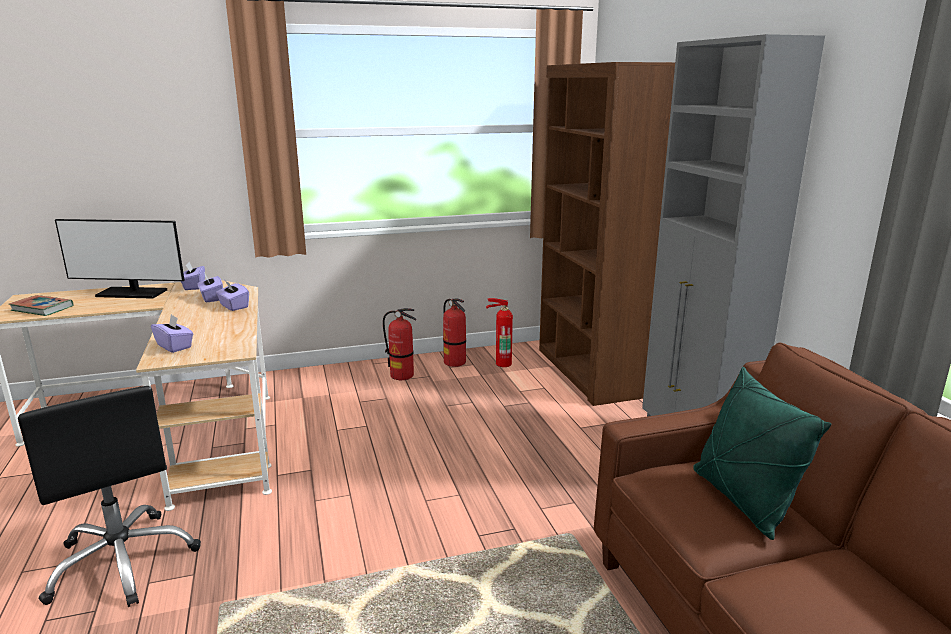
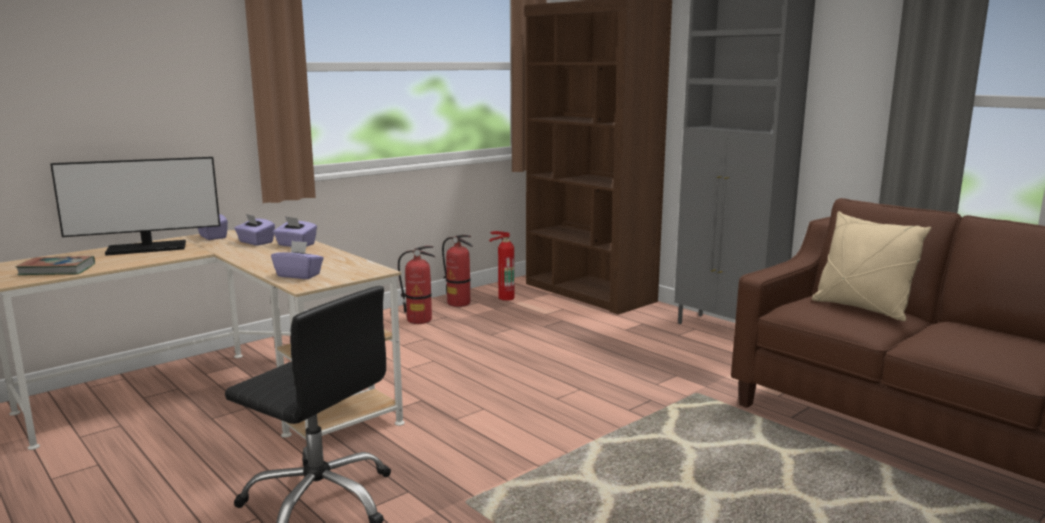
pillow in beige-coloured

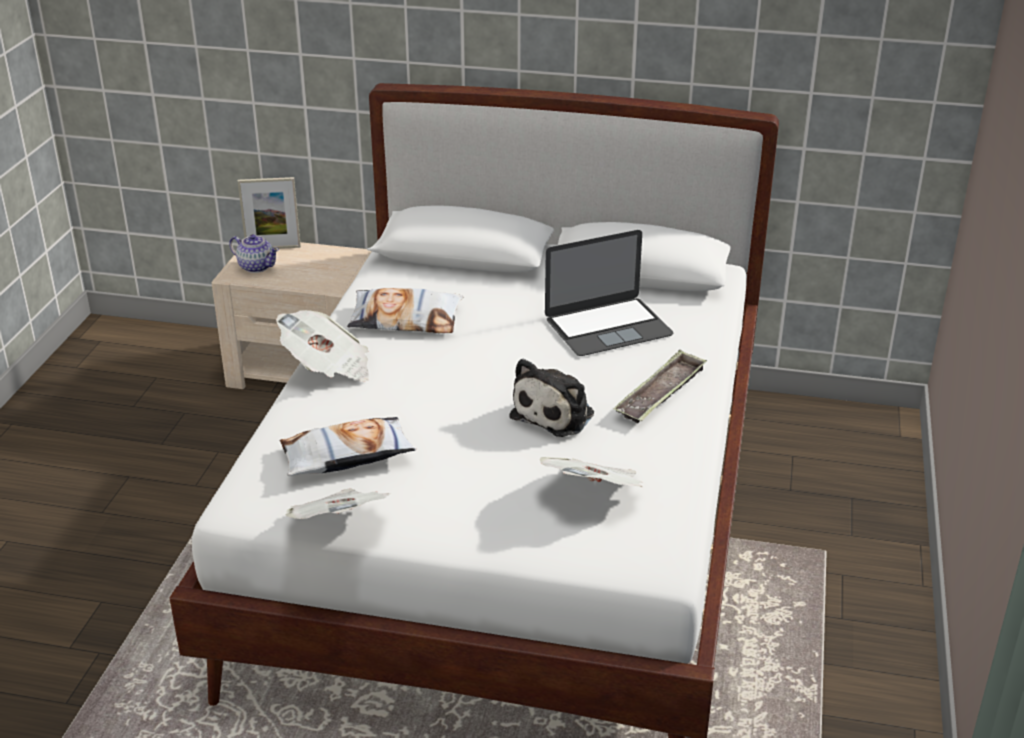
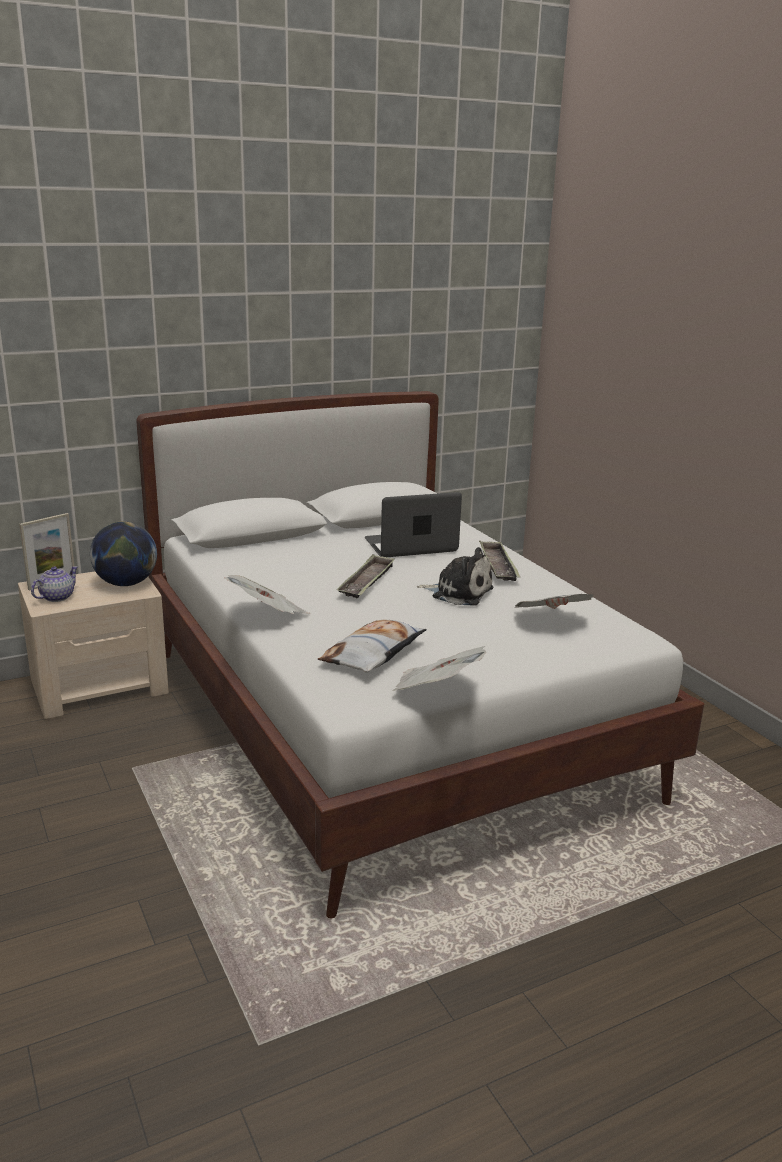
pot for tea; desk globe; serving tray (no. 1 from left); portable computer; plush toy; pillow (no. 2 from left in the first image)

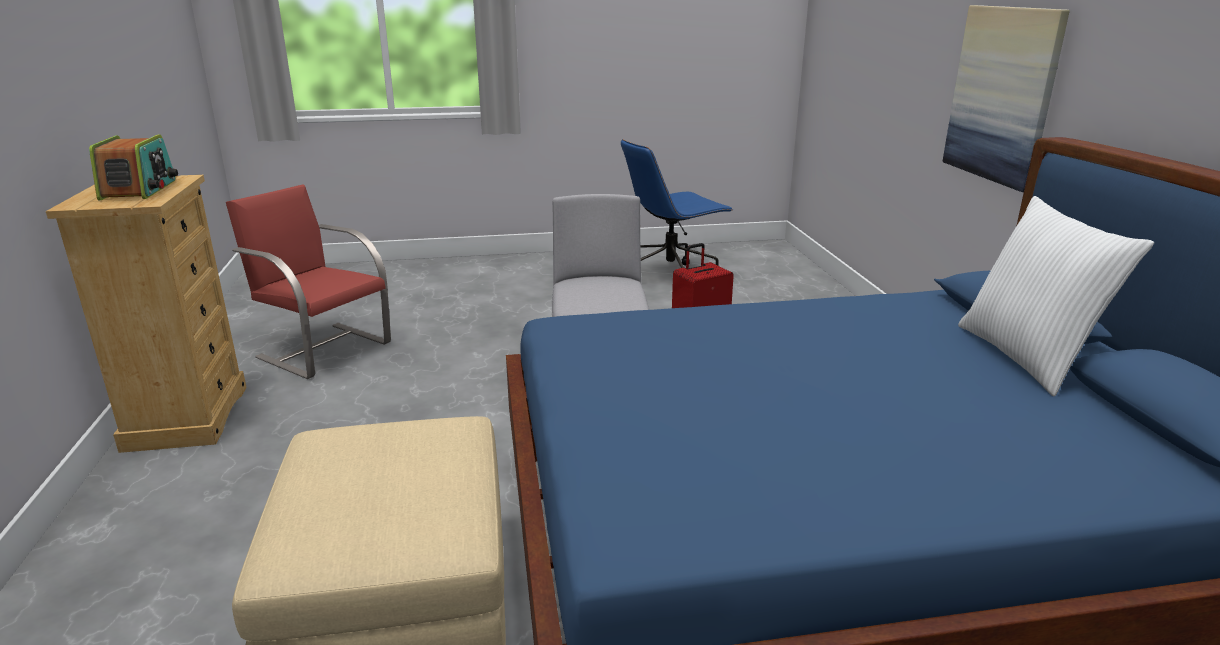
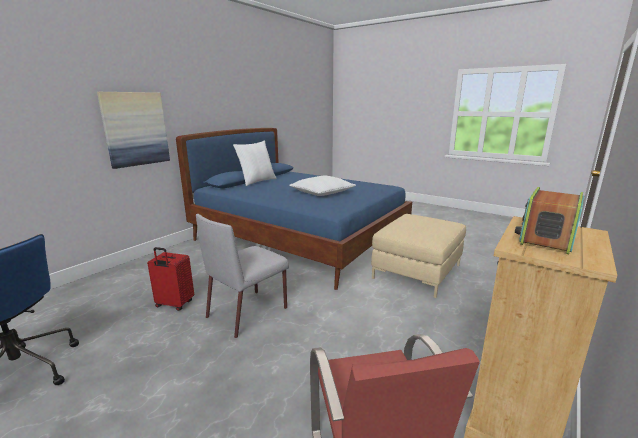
pillow in whitish (no. 2 from left)

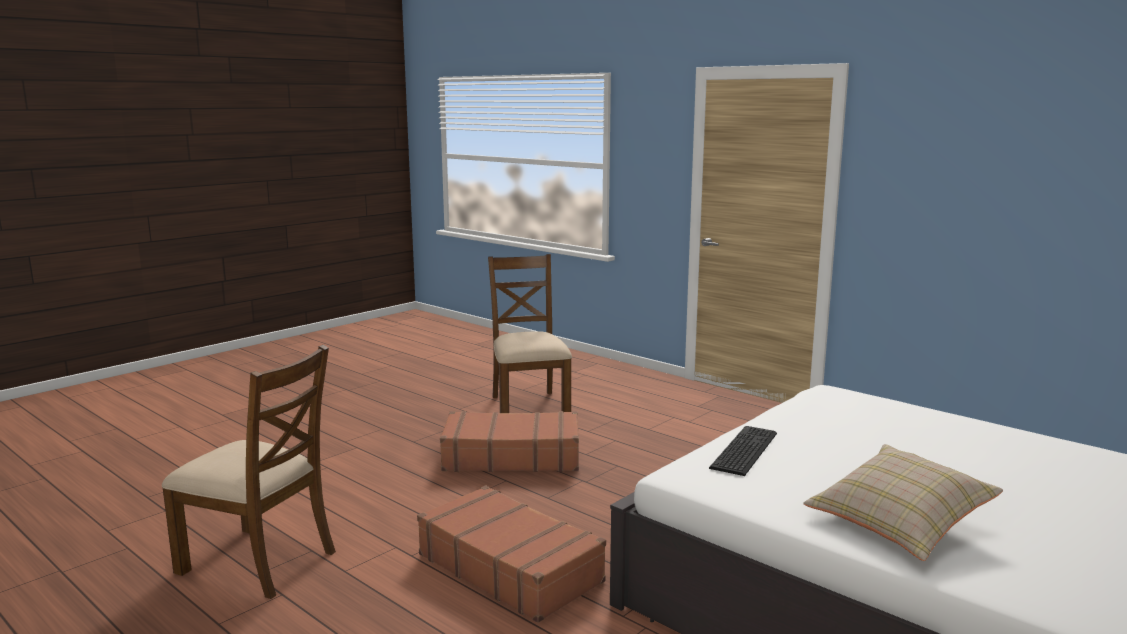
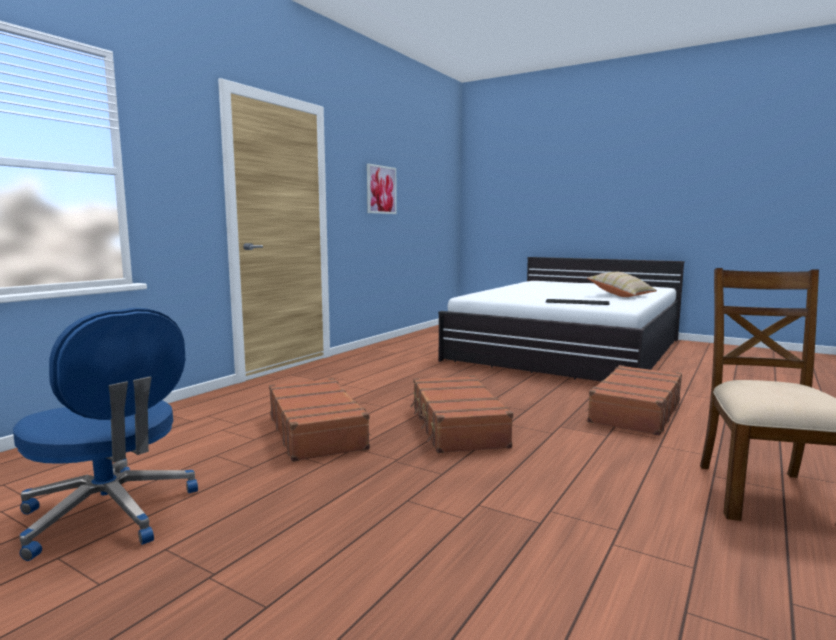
computer chair in bluish; suitcase in brownish (no. 1 from left); wall art

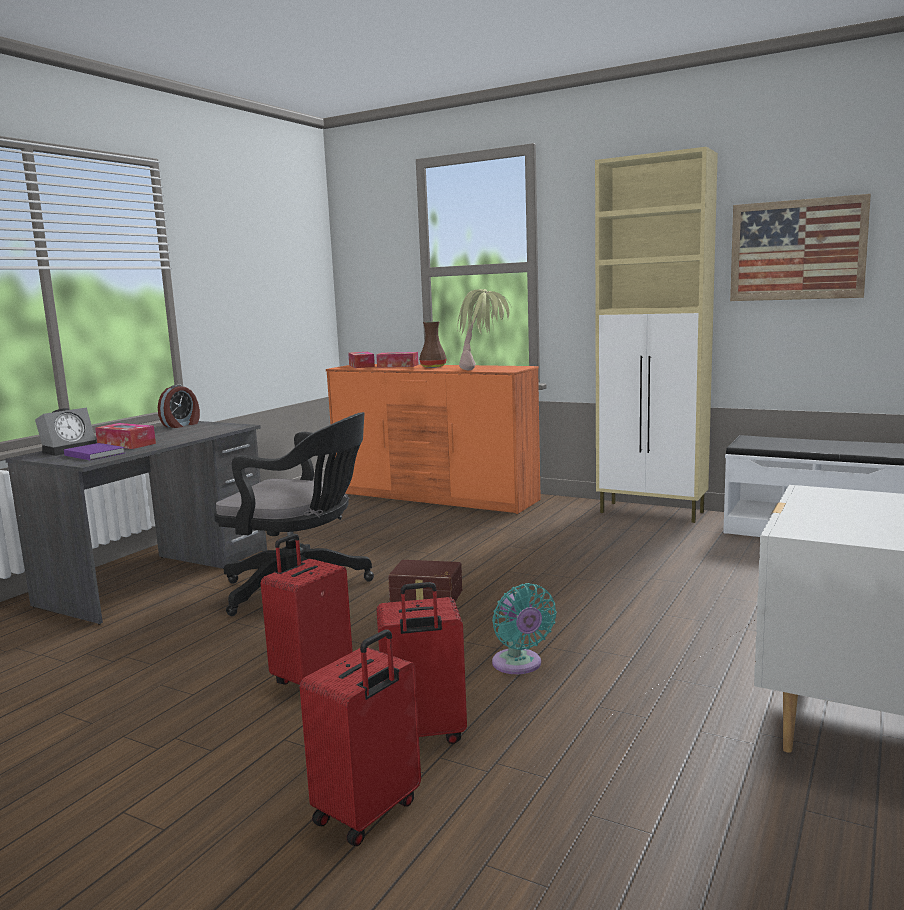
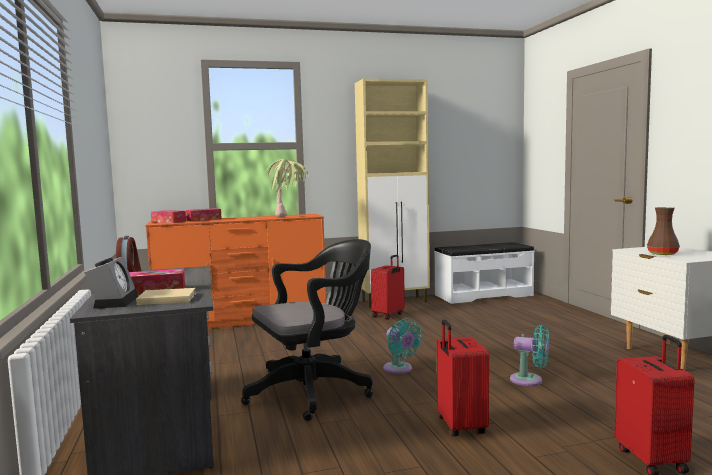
bound book in beige-coloured; suitcase in red (no. 1 from left); fan in turquoise (no. 1 from left); decorative vase in brownish; wall art

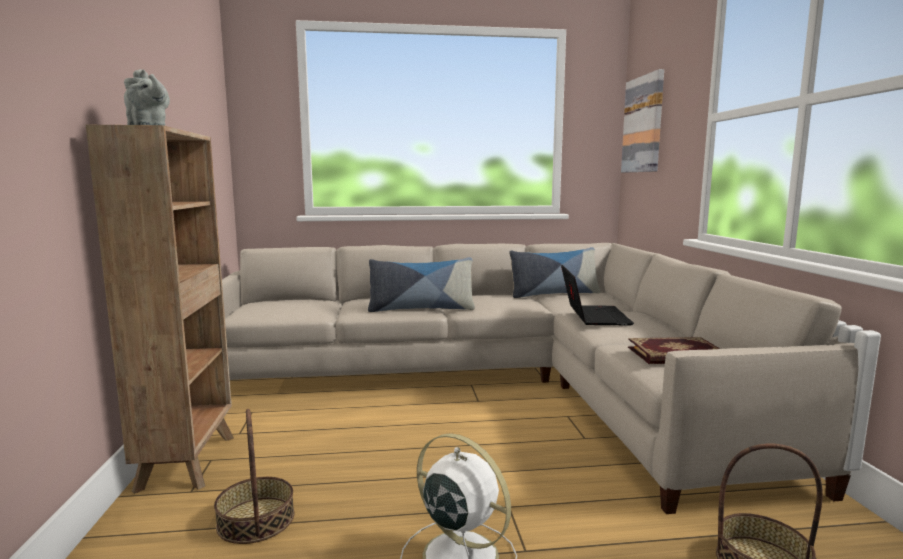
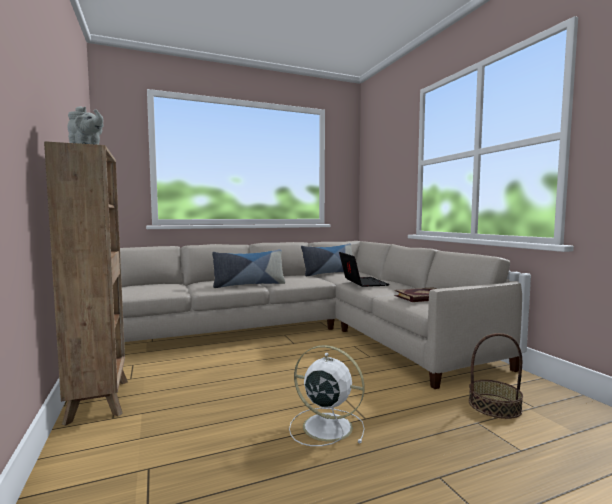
basket (no. 1 from left in the first image); wall art

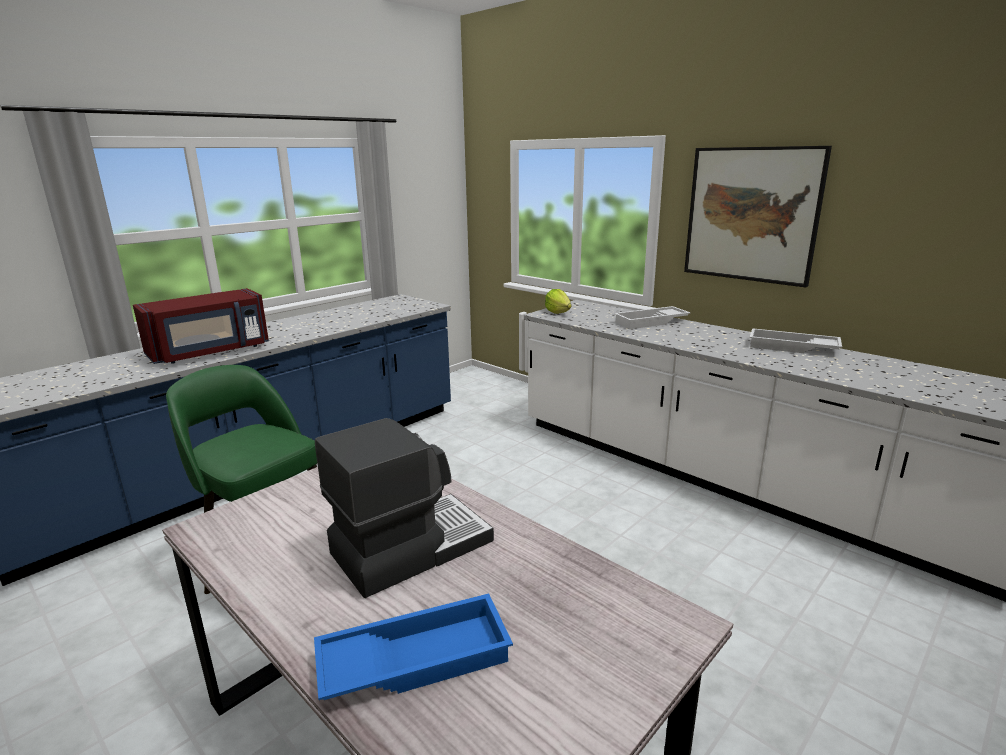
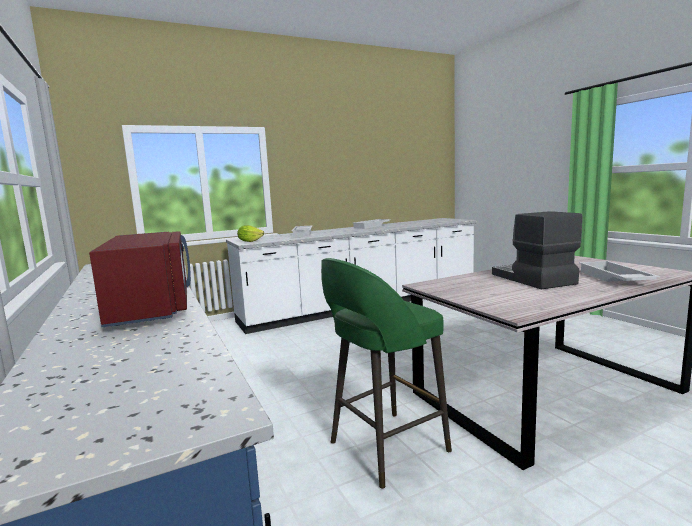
serving tray in whitish (no. 3 from left); wall art

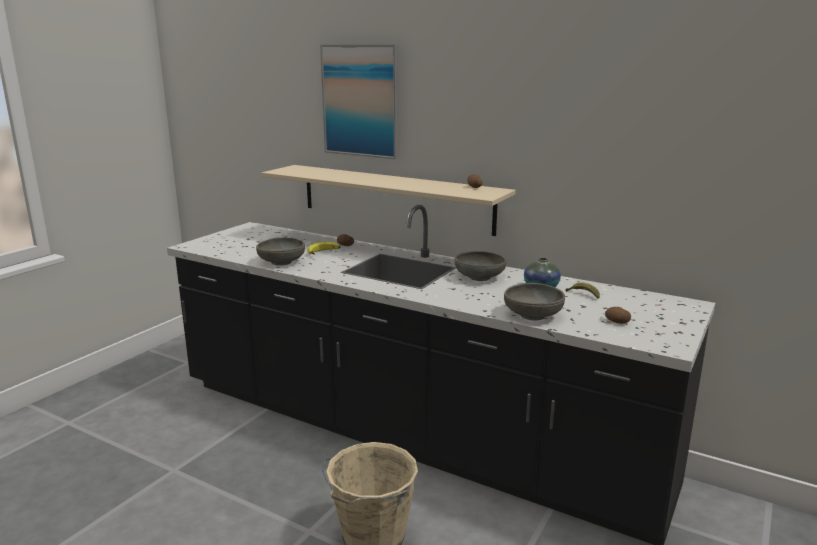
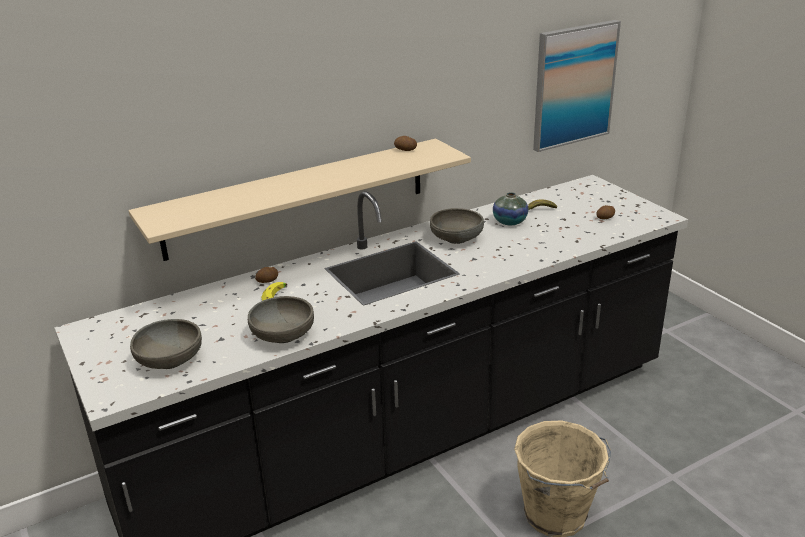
serving bowl in gray (no. 1 from left); wall art

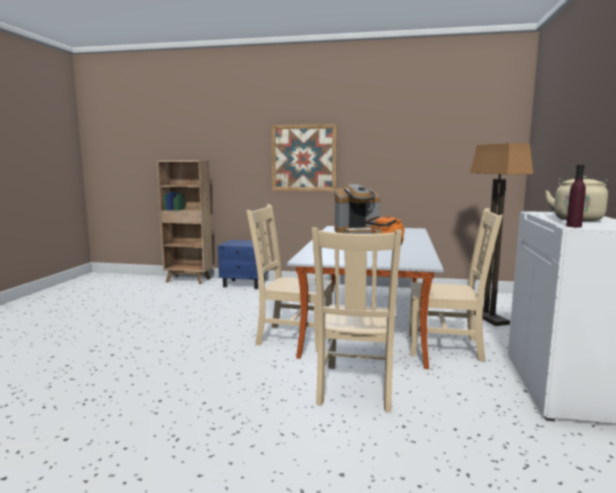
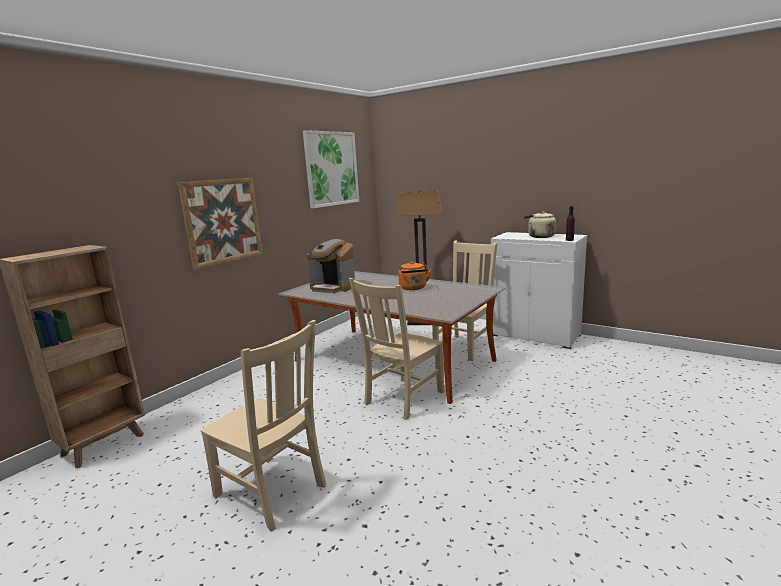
upright chair in beige-coloured (no. 1 from left); wall art (no. 2 from left); coffee maker; bedside table in bluish

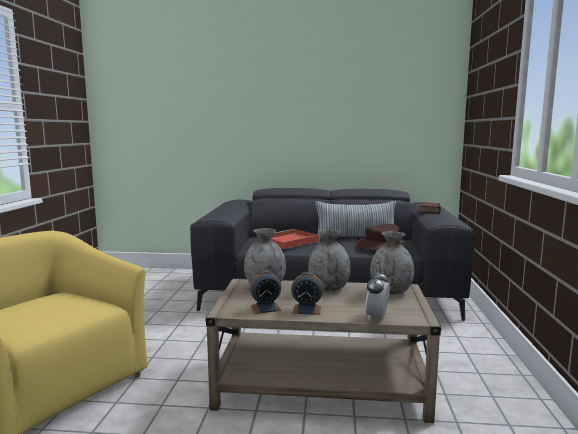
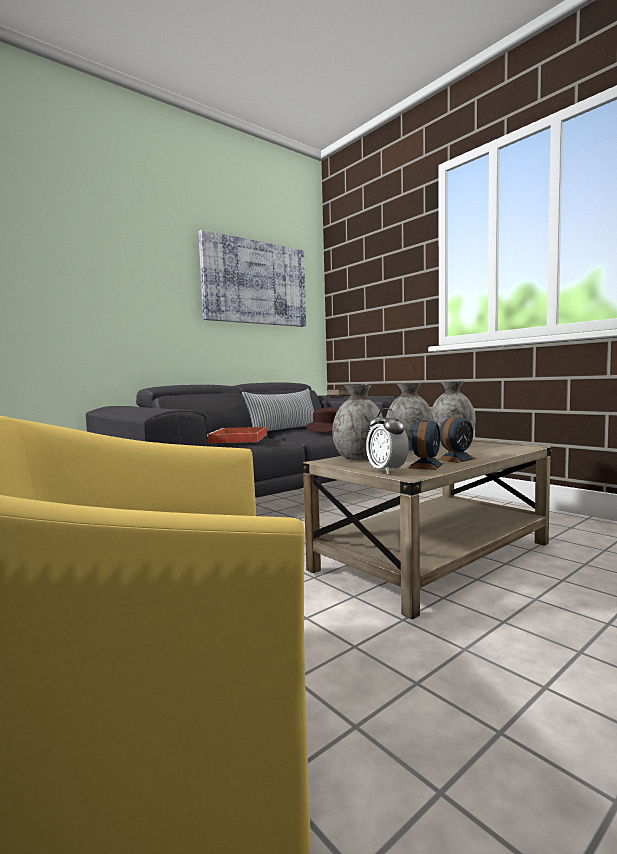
wall art; bedside clock (no. 1 from left)

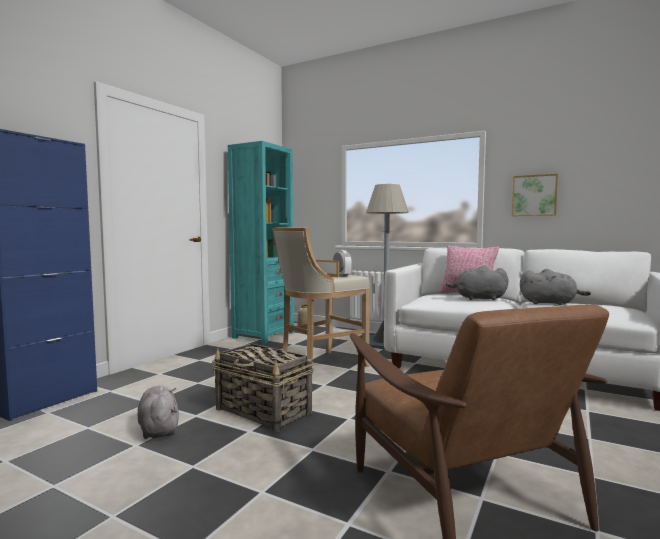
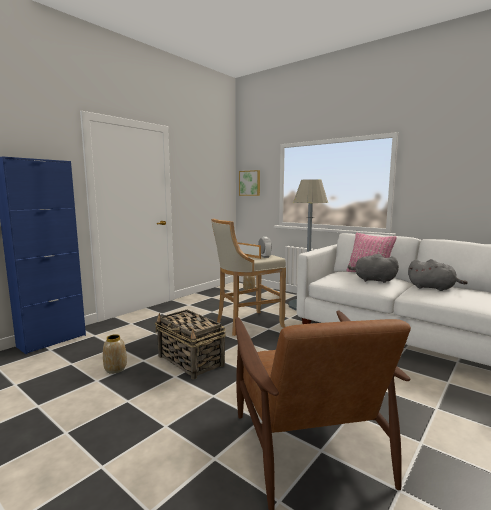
decorative vase (no. 1 from left); wall art; bookcase in turquoise

